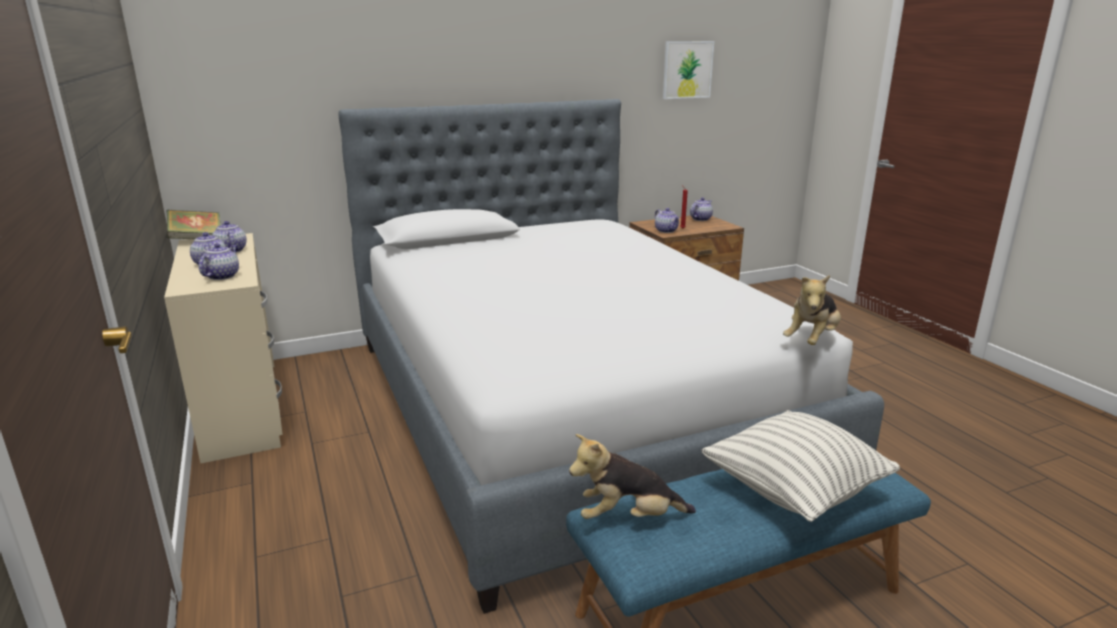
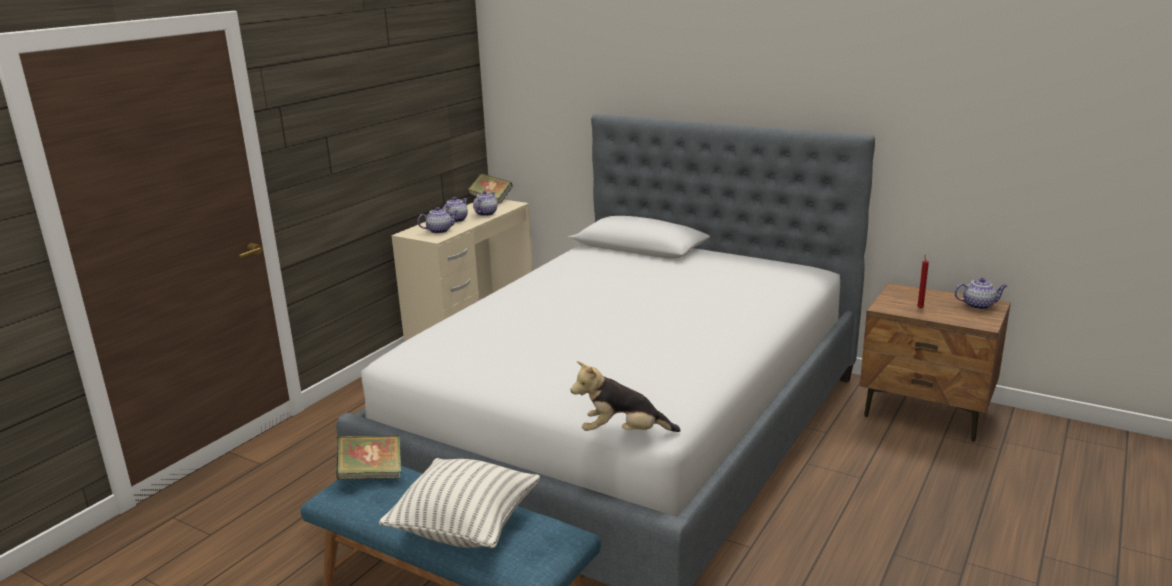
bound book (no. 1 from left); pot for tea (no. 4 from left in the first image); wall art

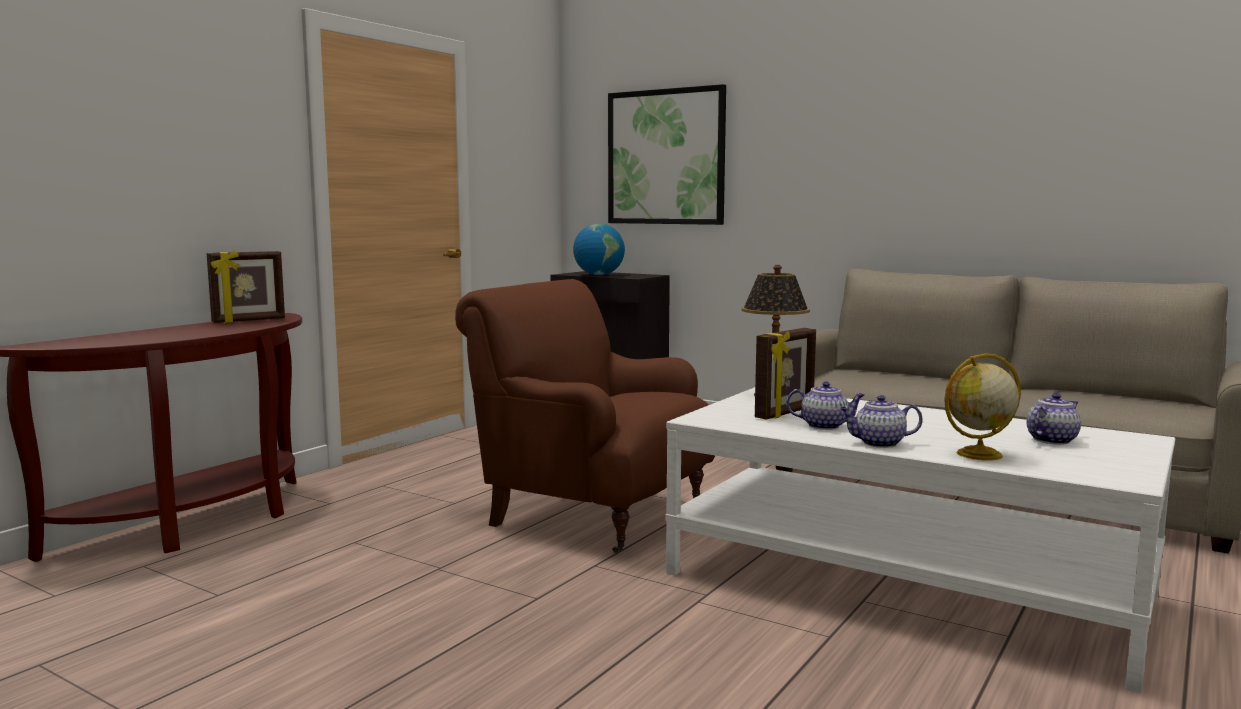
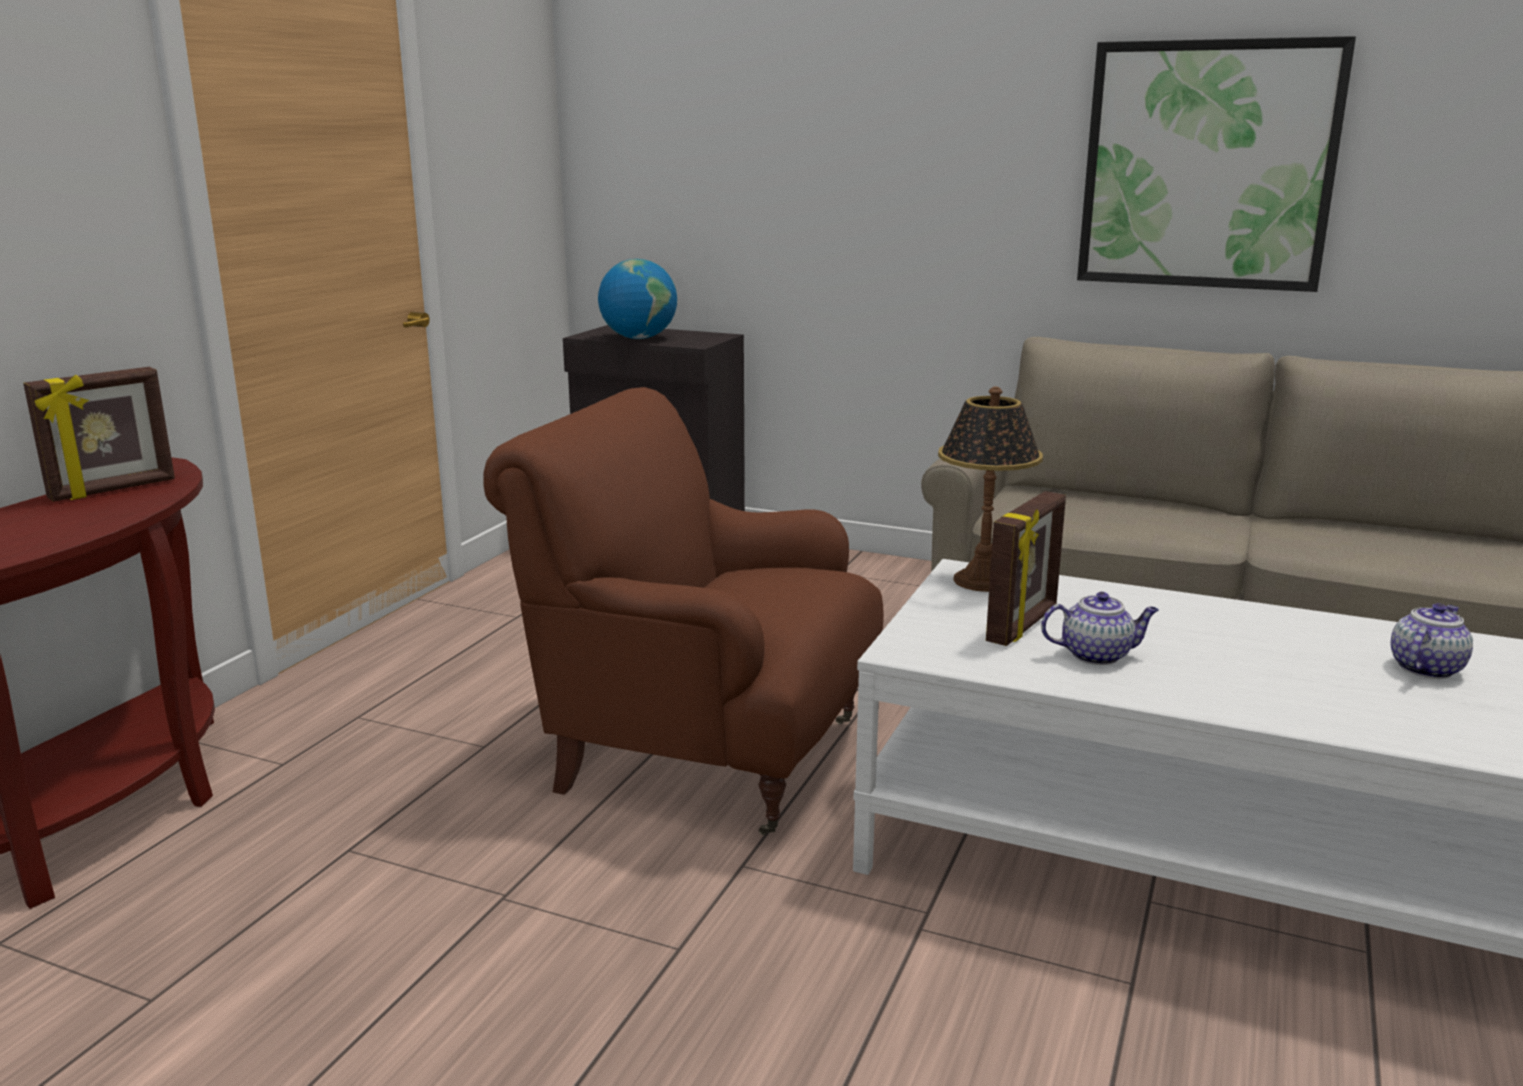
wall art; pot for tea (no. 2 from left in the first image); desk globe (no. 2 from left in the first image)

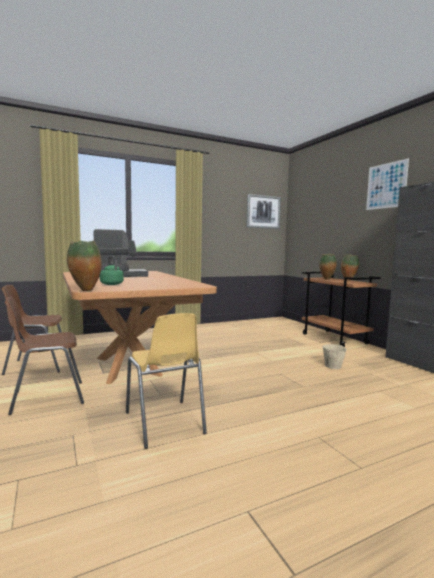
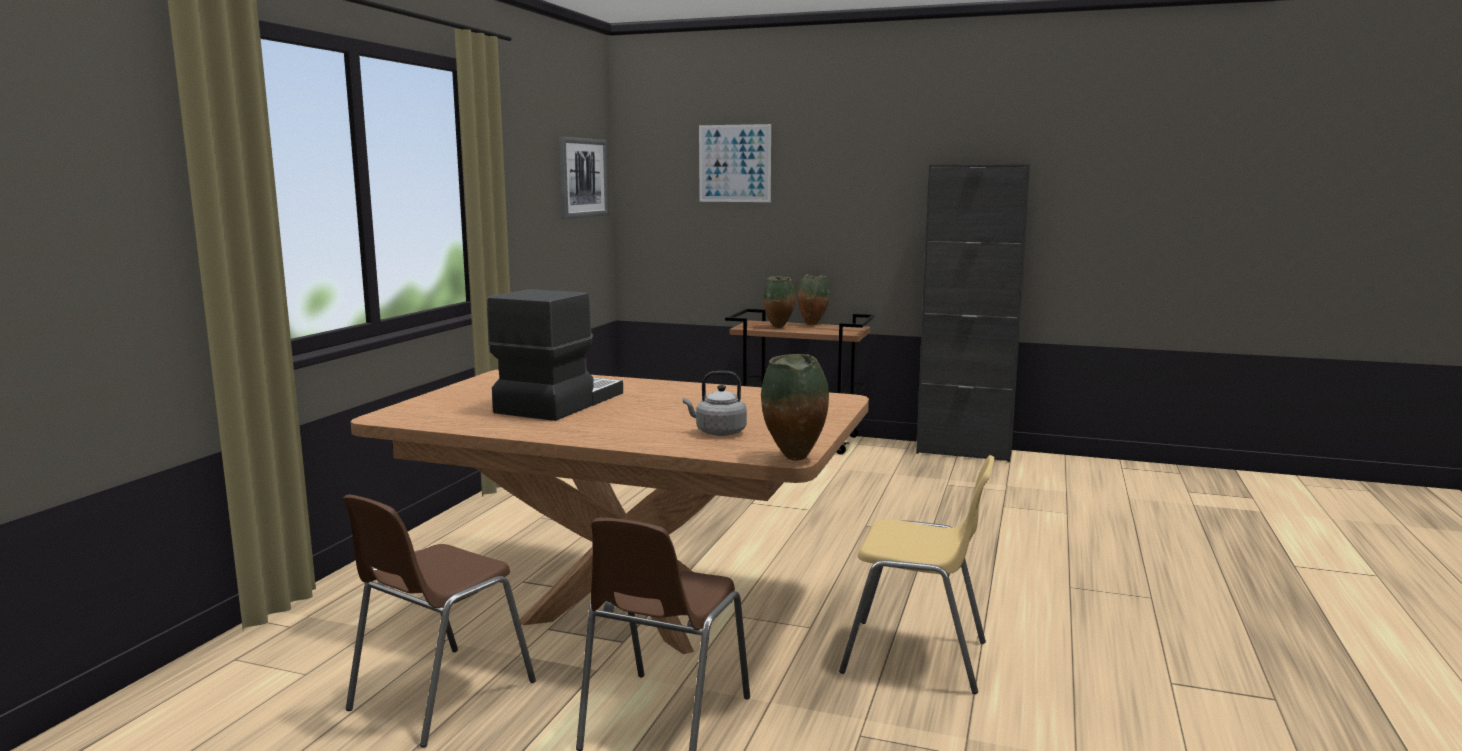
tea kettle in gray; wall art (no. 2 from left); pail in beige-coloured

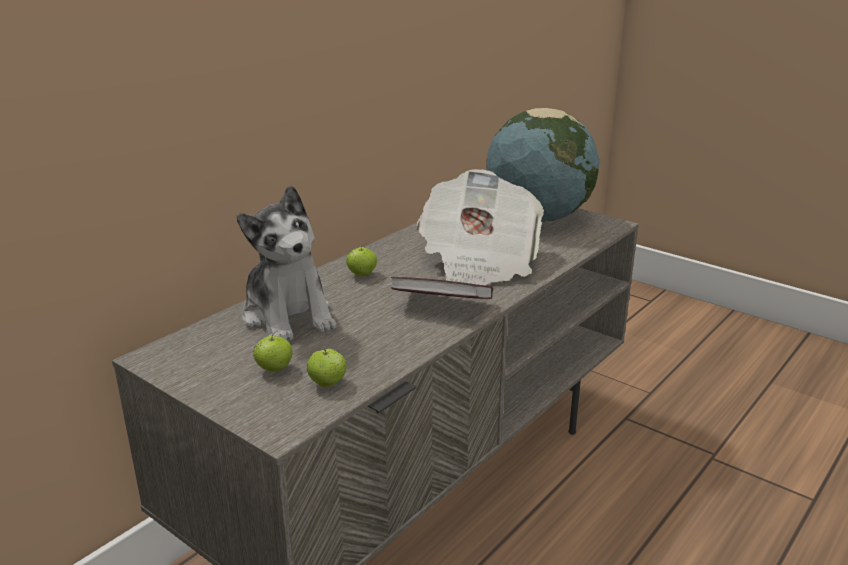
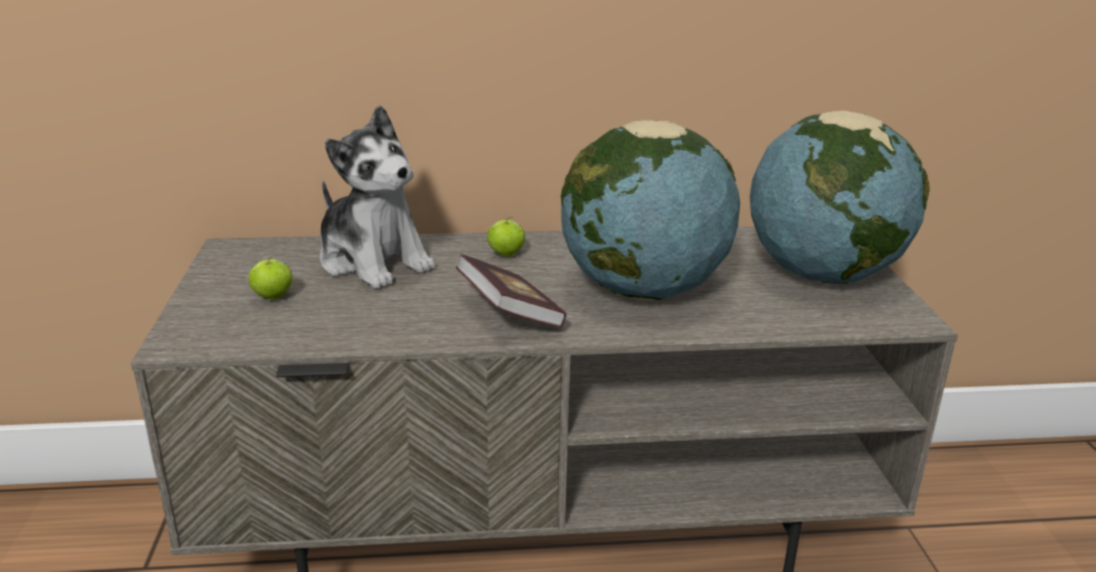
plush toy; desk globe (no. 1 from left); apple fruit (no. 2 from left in the first image)

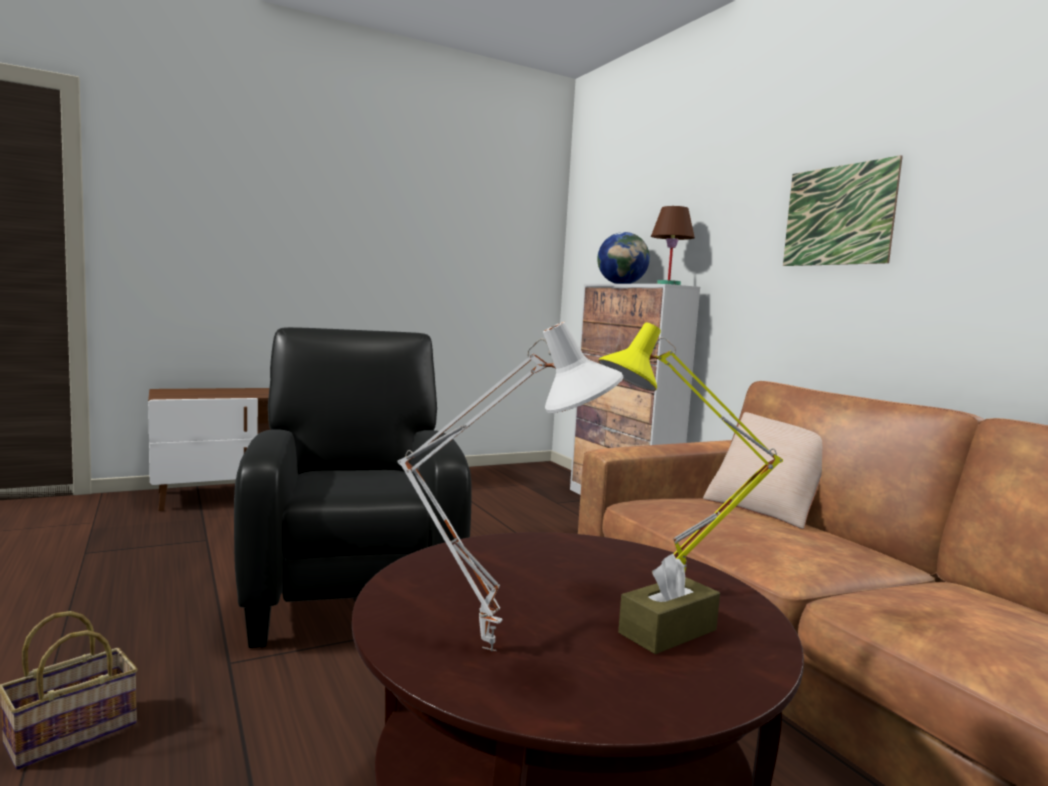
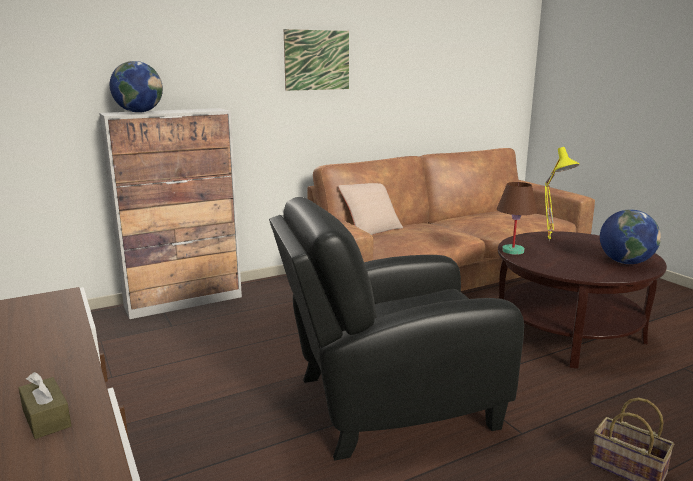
box of tissues in brownish; table lamp in brownish; desk globe (no. 2 from left)

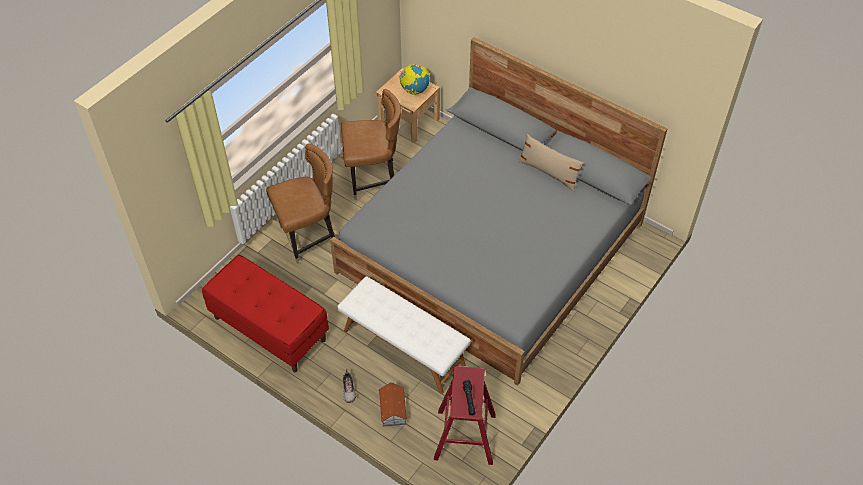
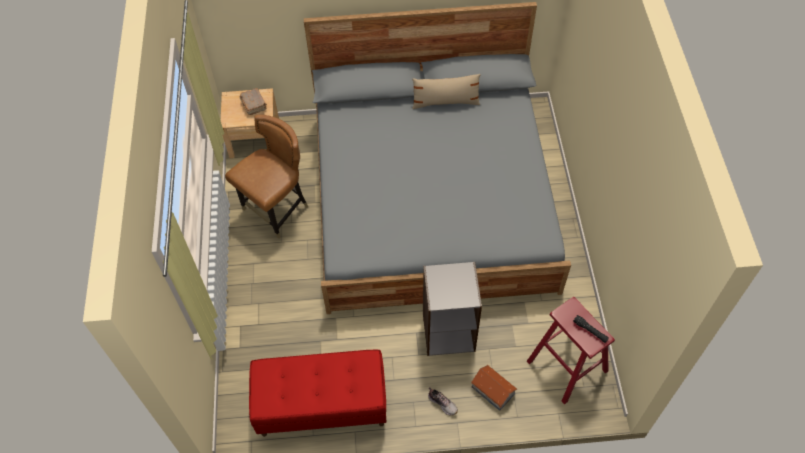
bound book in brownish; bookcase in gray; upright chair in brownish (no. 1 from left in the first image)

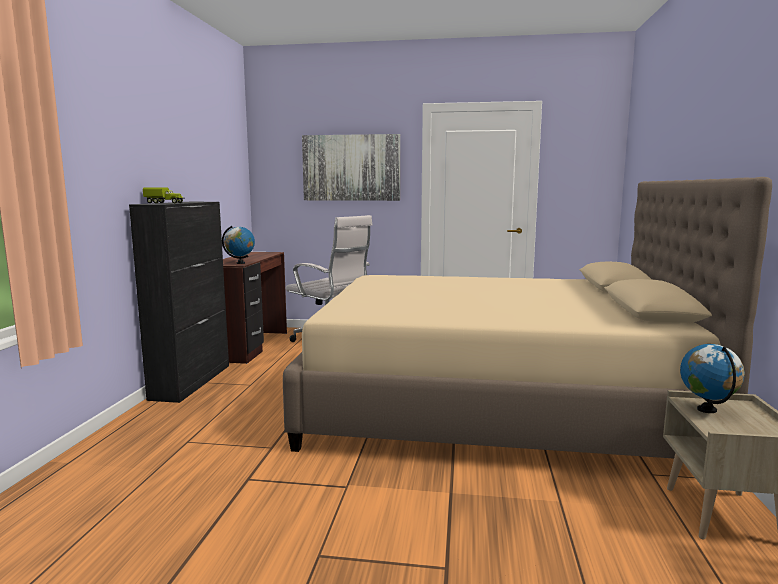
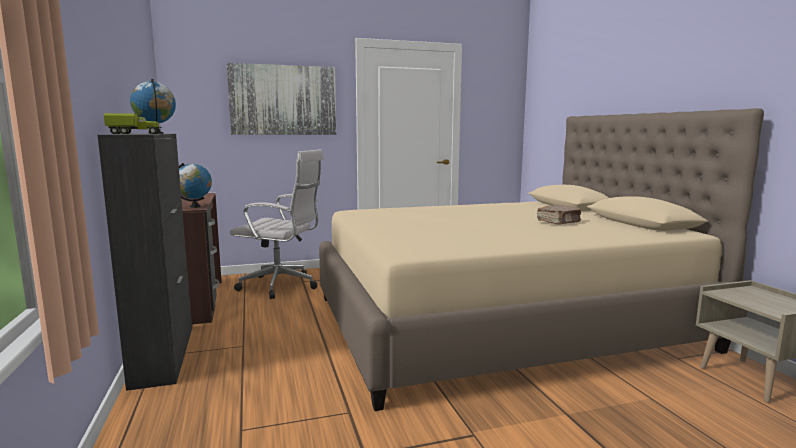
desk globe (no. 1 from left); bound book in brownish

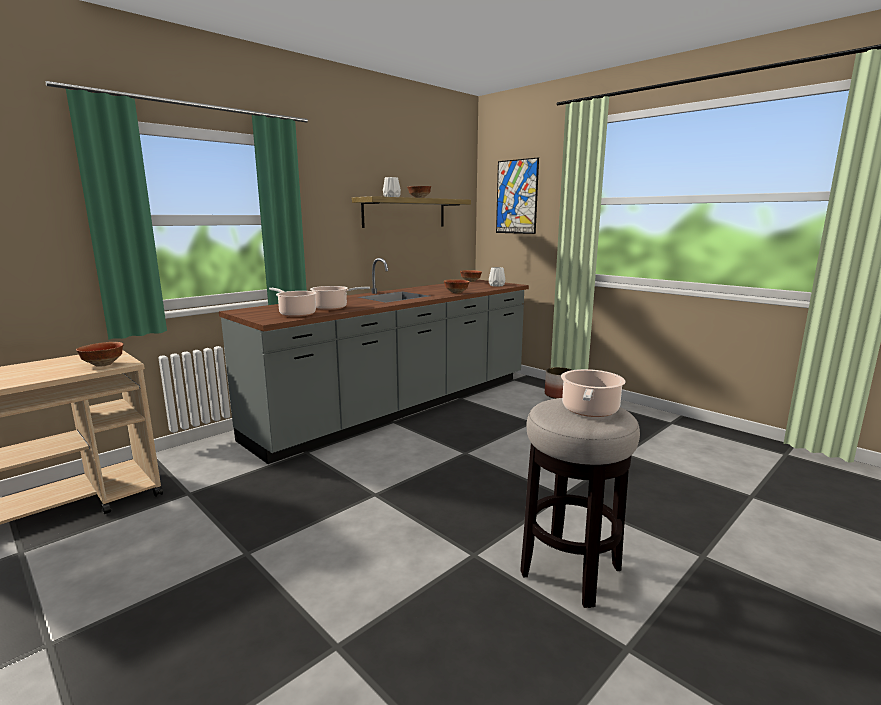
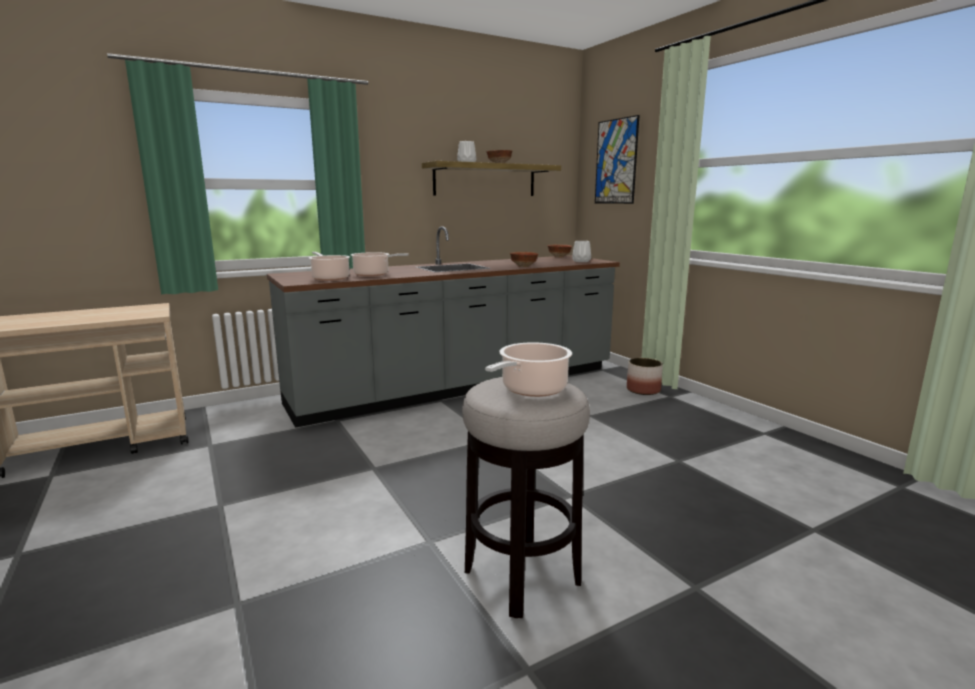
serving bowl (no. 1 from left in the first image)

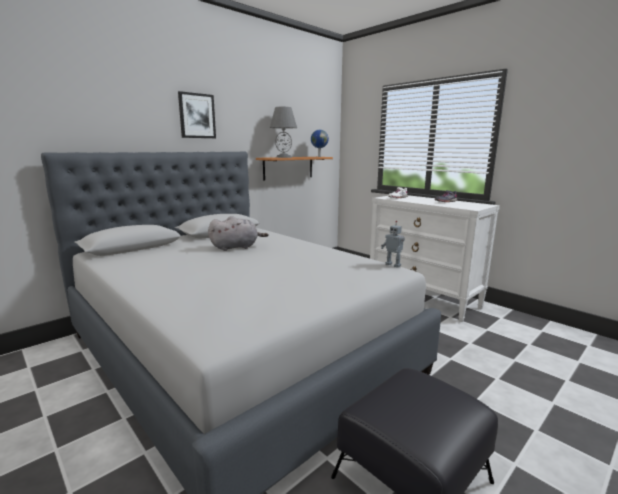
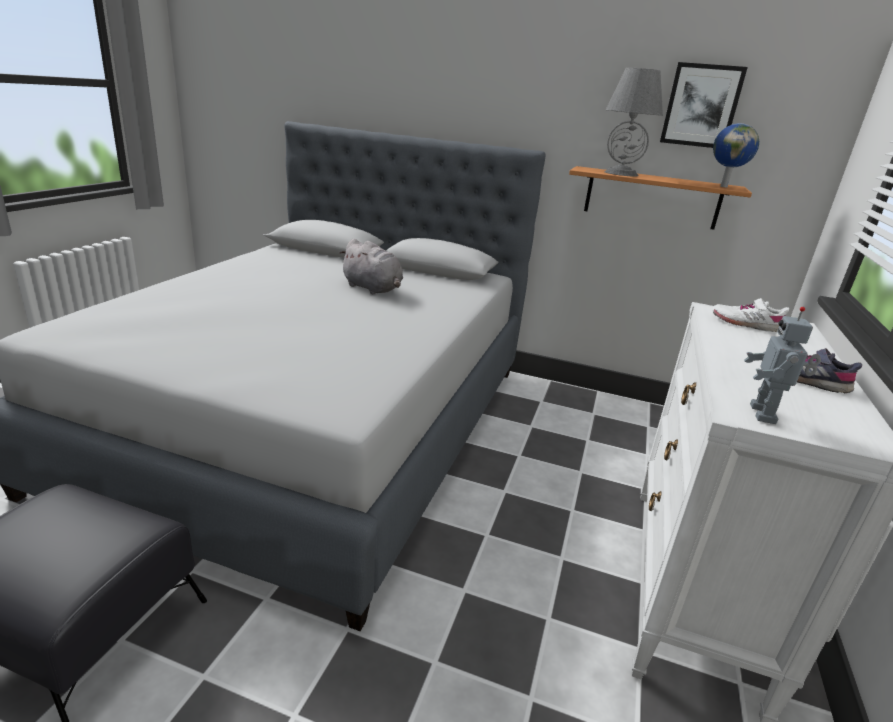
wall art; robot figure

